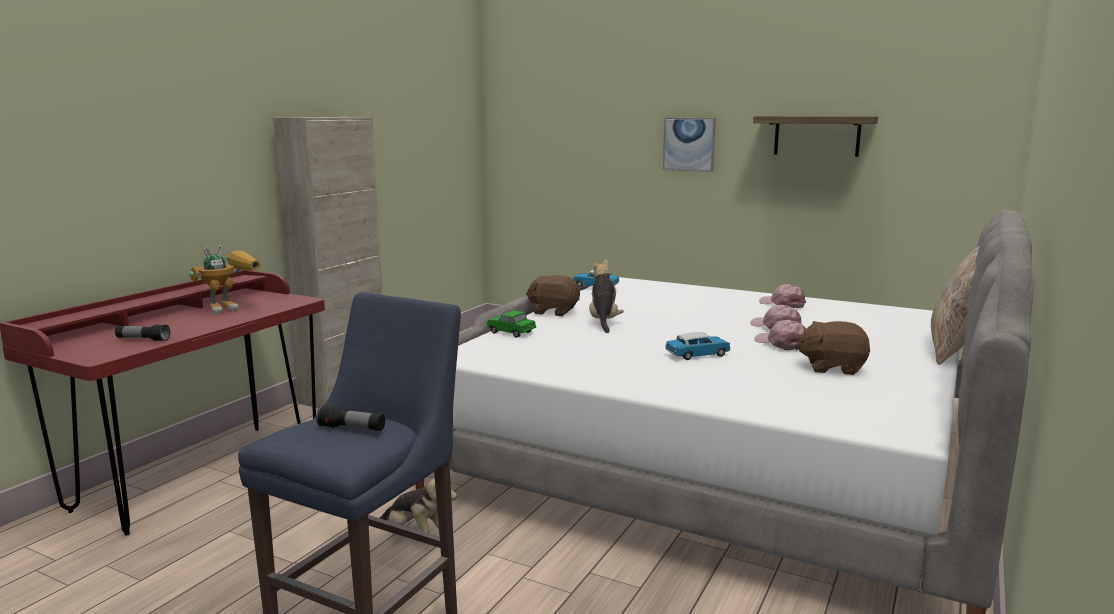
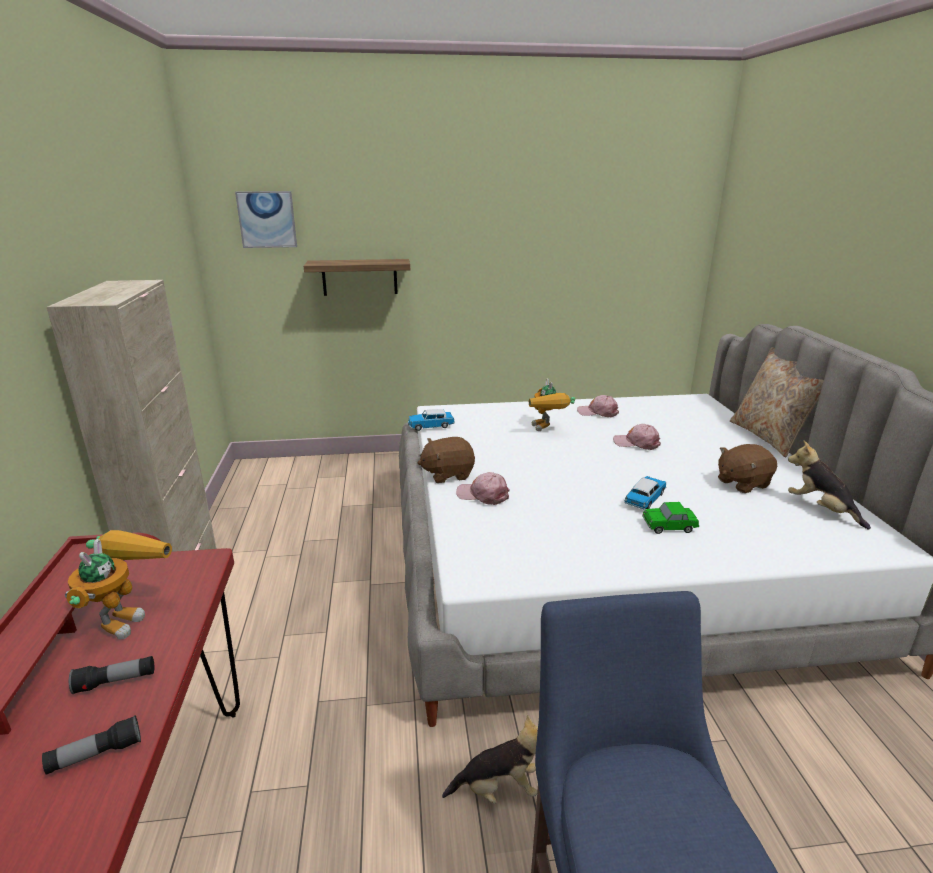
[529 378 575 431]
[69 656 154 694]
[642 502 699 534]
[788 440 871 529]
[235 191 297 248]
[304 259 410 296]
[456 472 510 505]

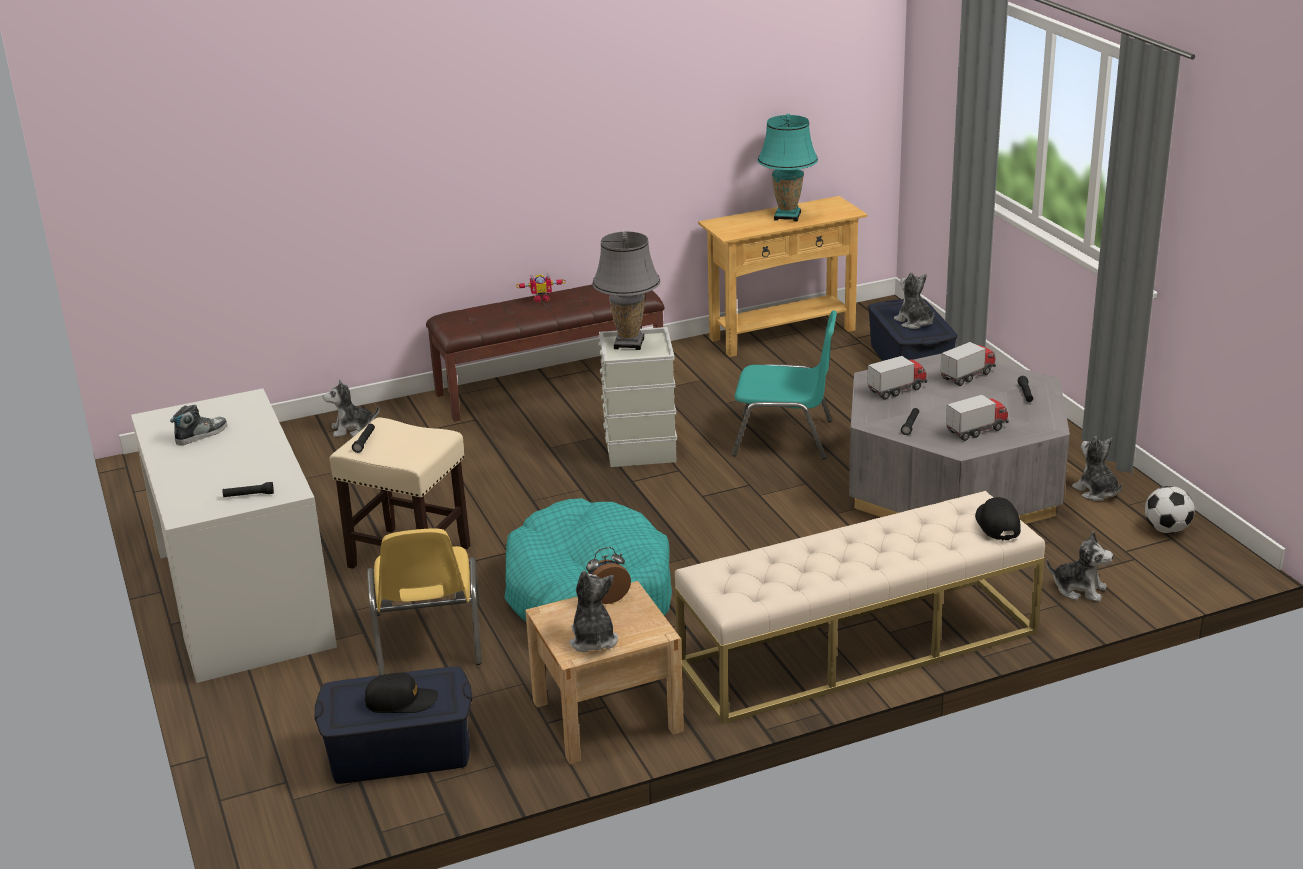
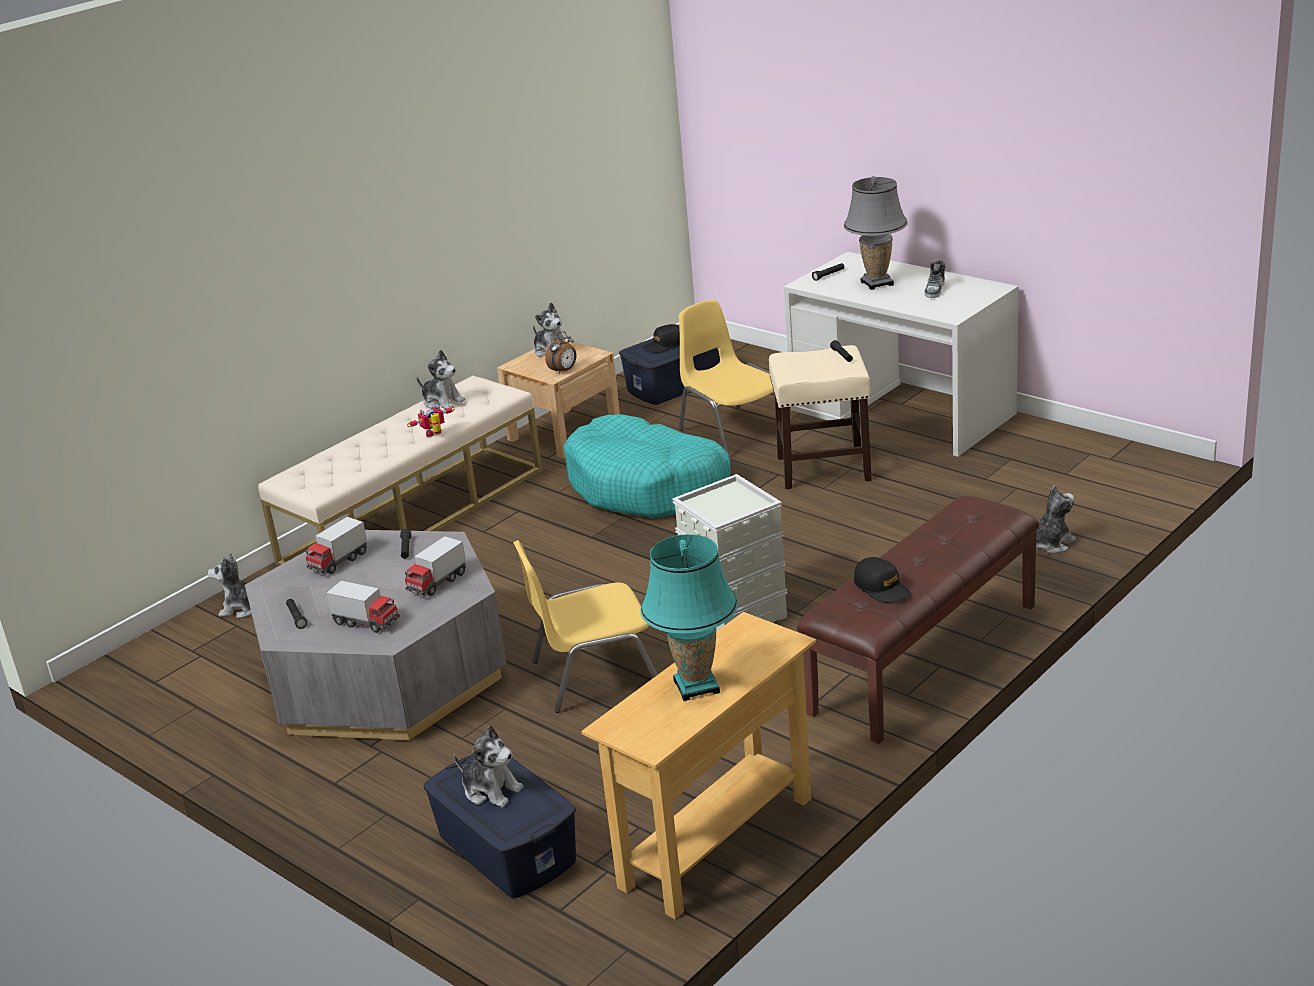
[1145 486 1194 534] (first image)
[407 404 455 437]
[844 176 908 290]
[854 557 911 603]
[417 350 465 409]
[513 540 658 713]
[326 581 400 633]

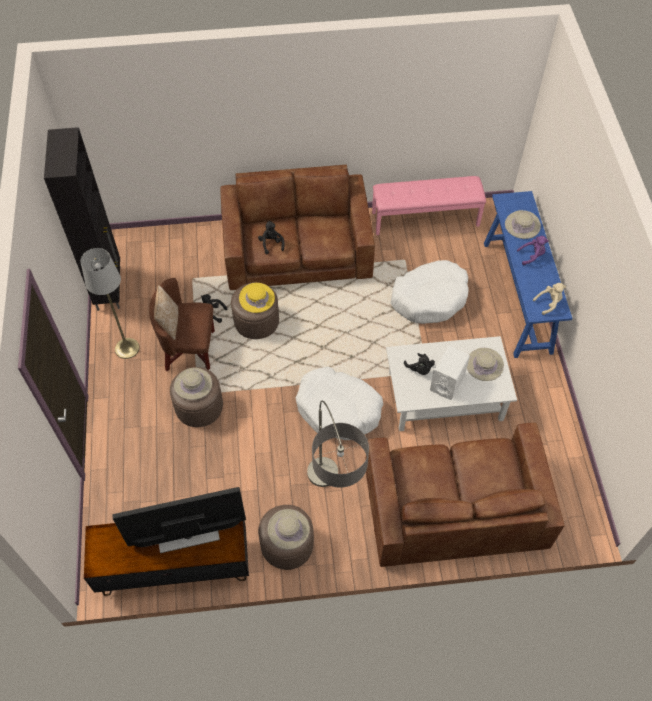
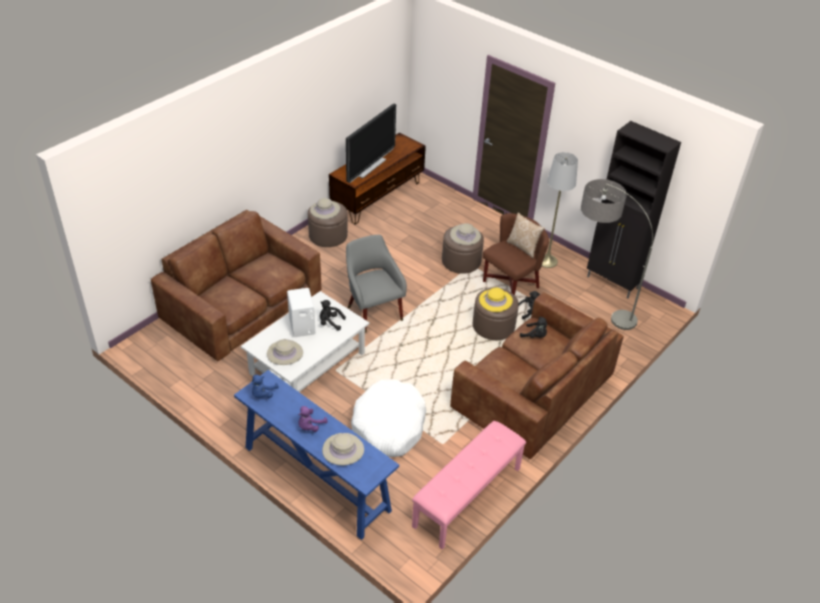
[581 179 653 330]
[346 235 407 333]
[252 375 279 398]

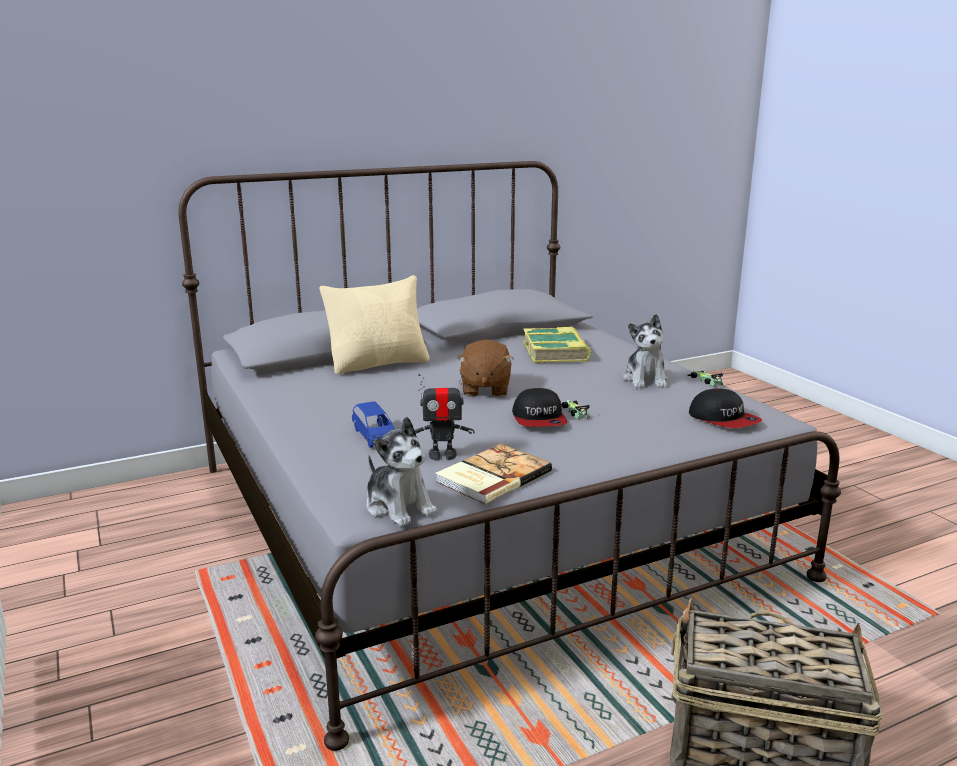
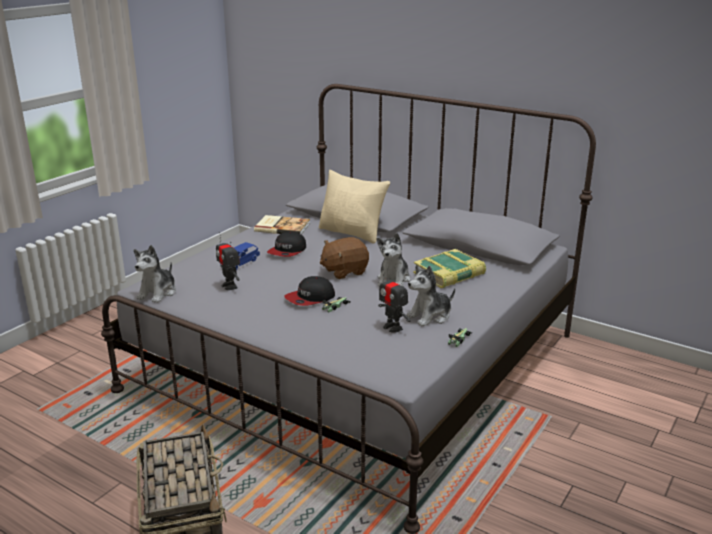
[376 233 411 286]
[378 269 411 333]
[254 215 310 235]
[267 232 306 257]

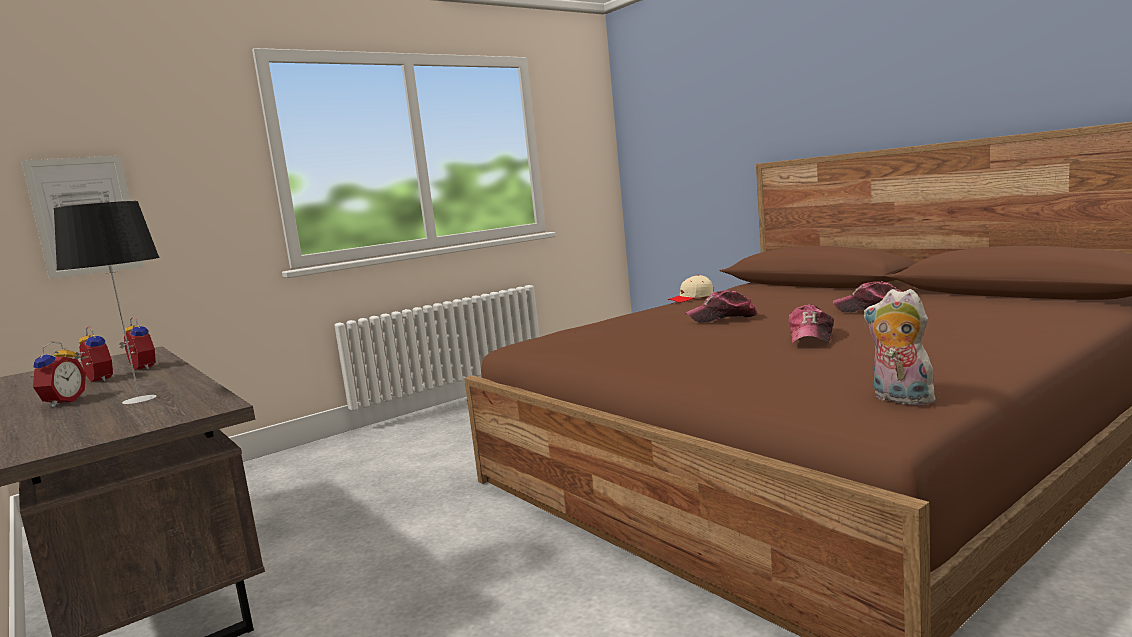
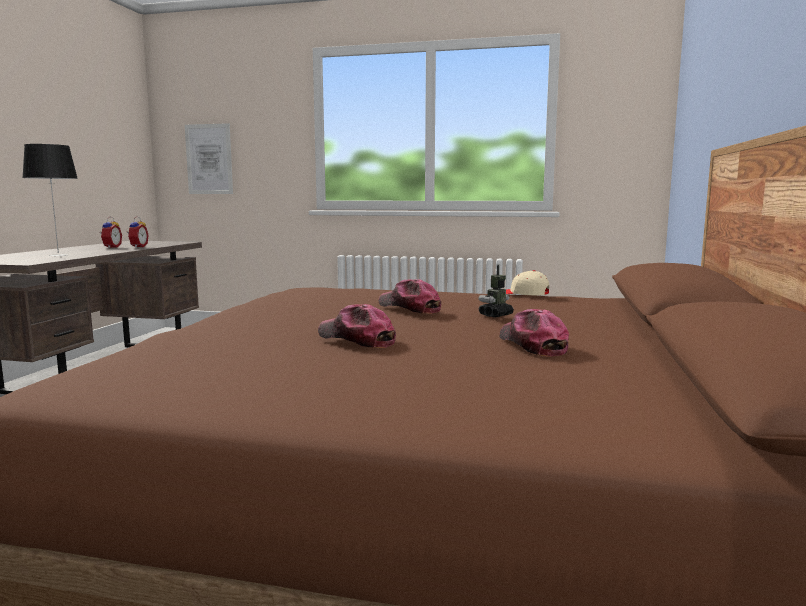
[31 341 86 407] (first image)
[864 289 938 405] (first image)
[479 264 514 318]
[318 304 396 348]

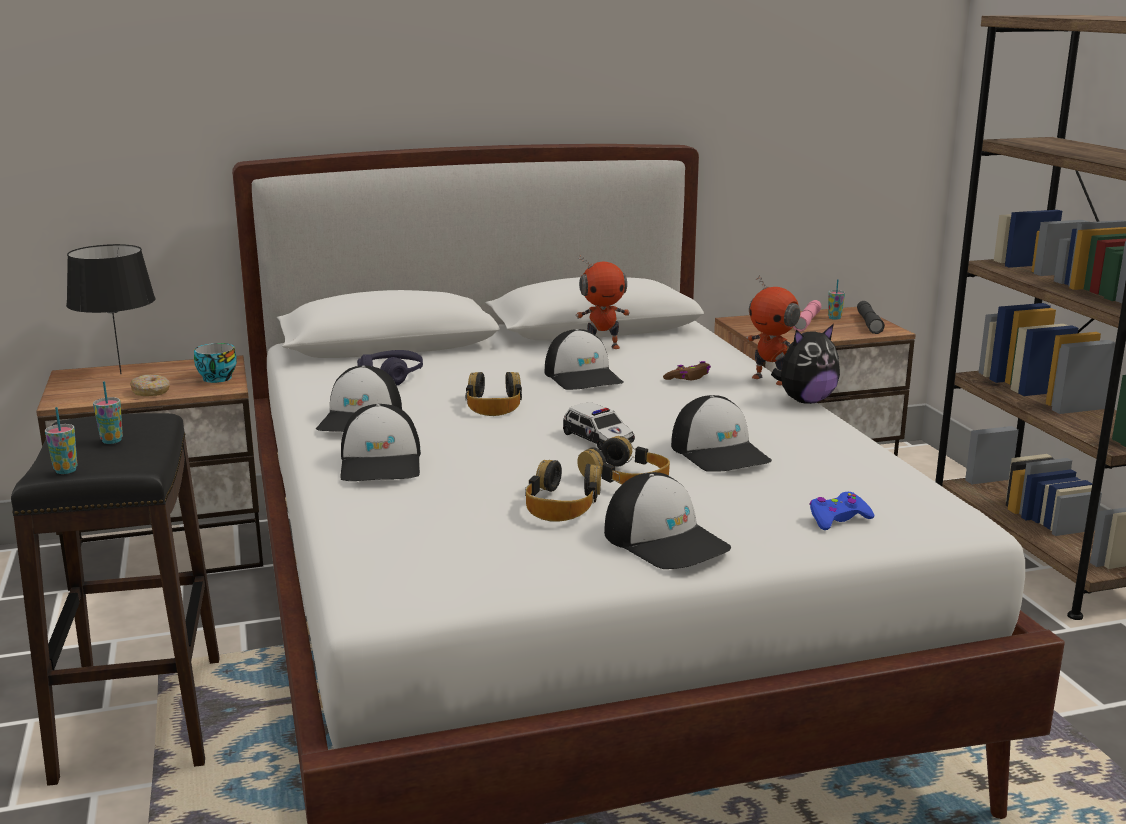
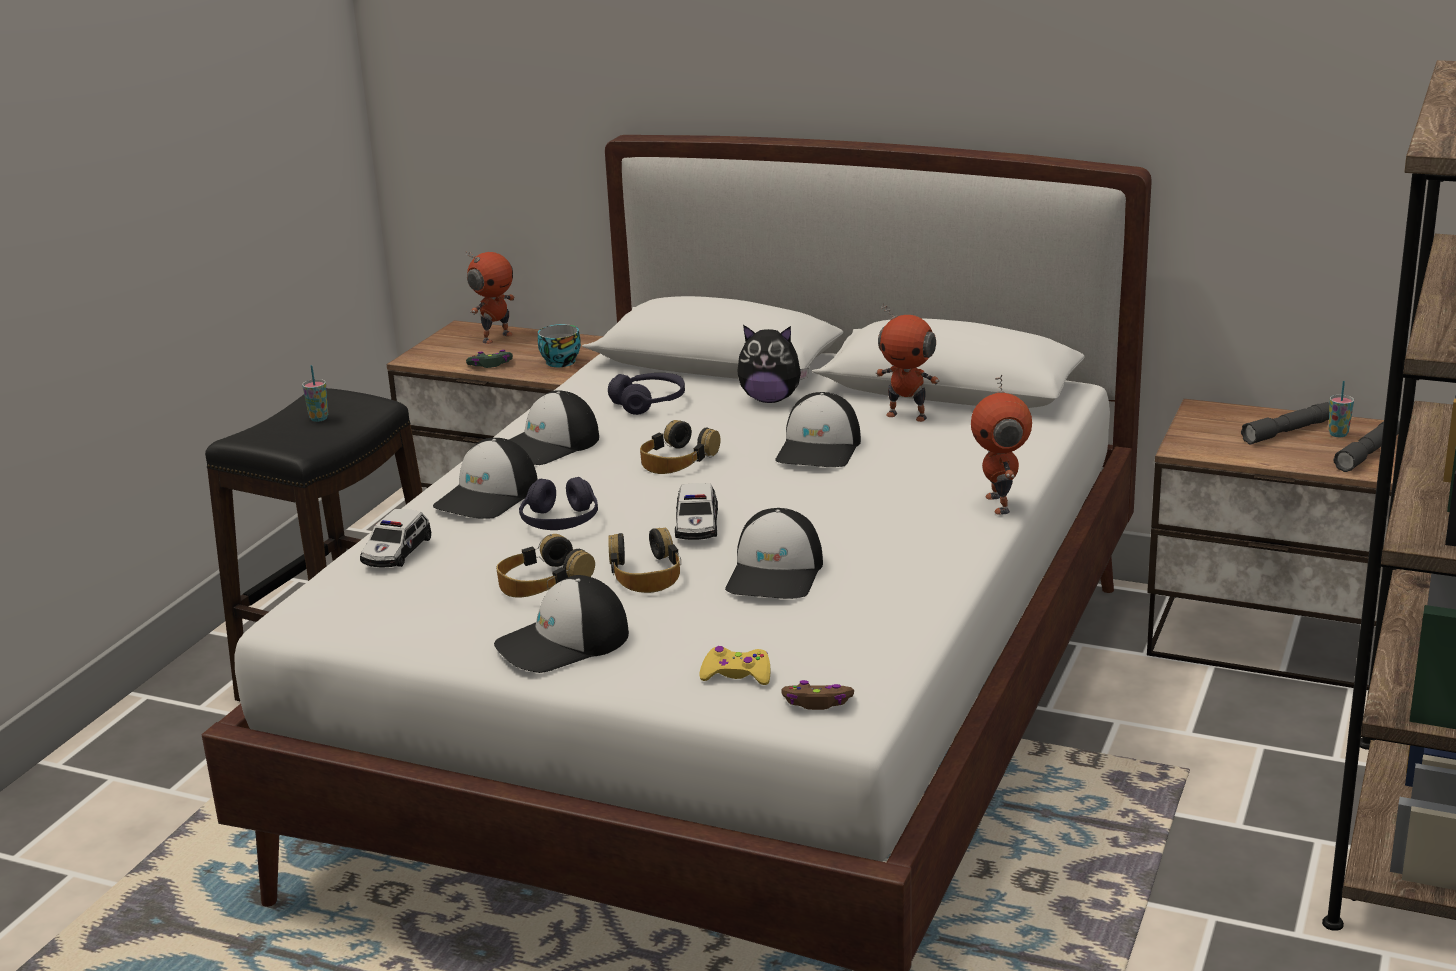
[45 407 78 474] (first image)
[360 509 432 567]
[519 477 598 530]
[782 680 854 710]
[737 325 809 403]
[465 251 515 344]
[466 350 513 368]
[1241 402 1329 444]
[699 646 770 685]
[494 575 629 673]

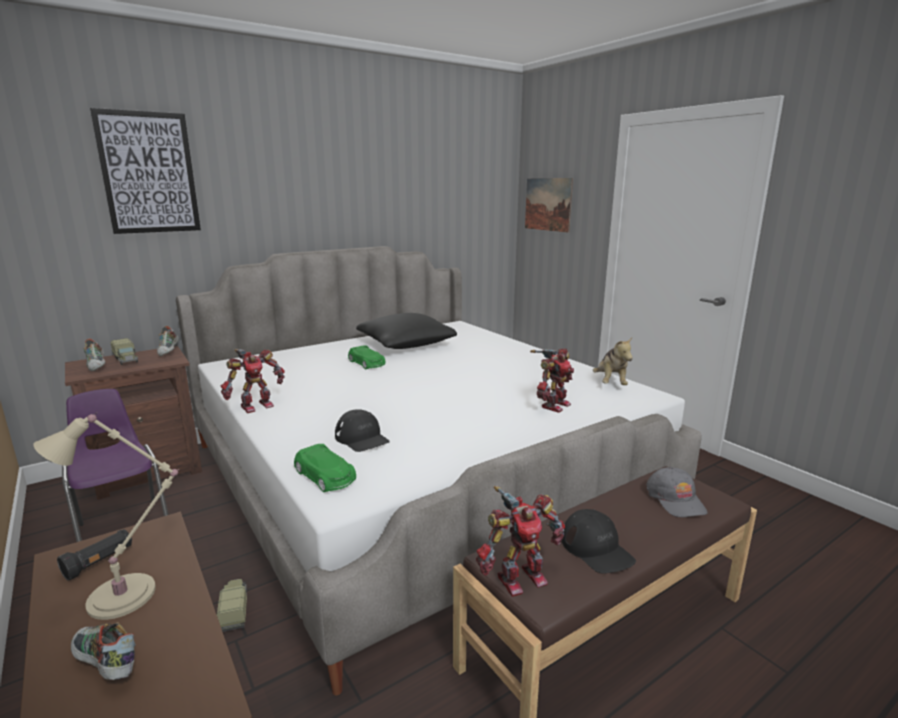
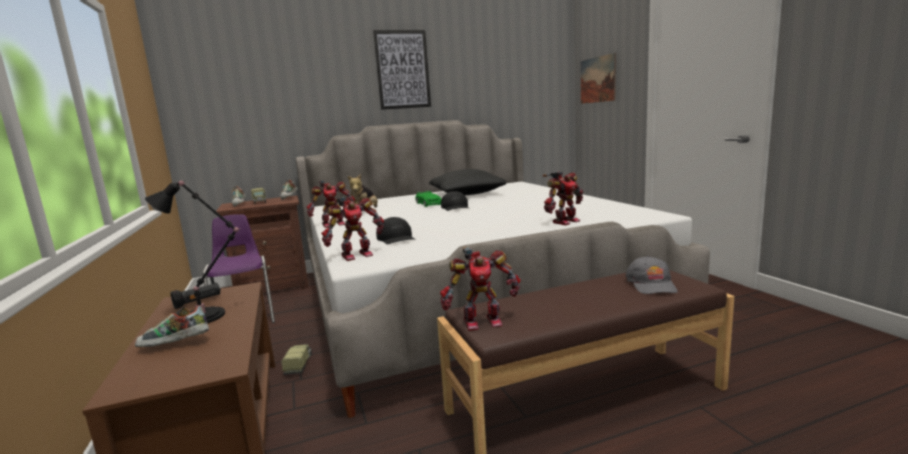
[373 30 431 110]
[441 191 469 211]
[348 174 378 207]
[321 197 384 261]
[145 180 241 323]
[135 305 209 347]

